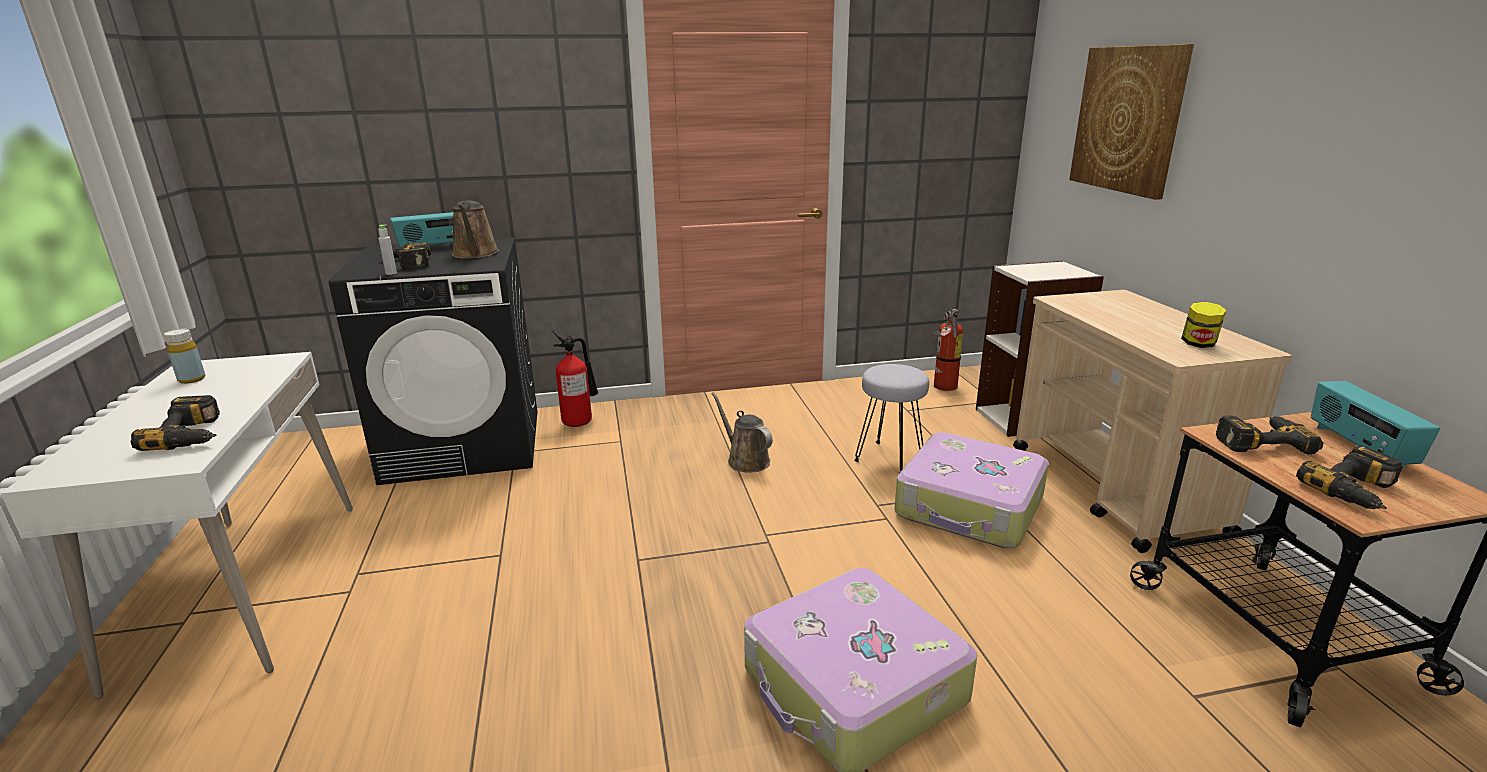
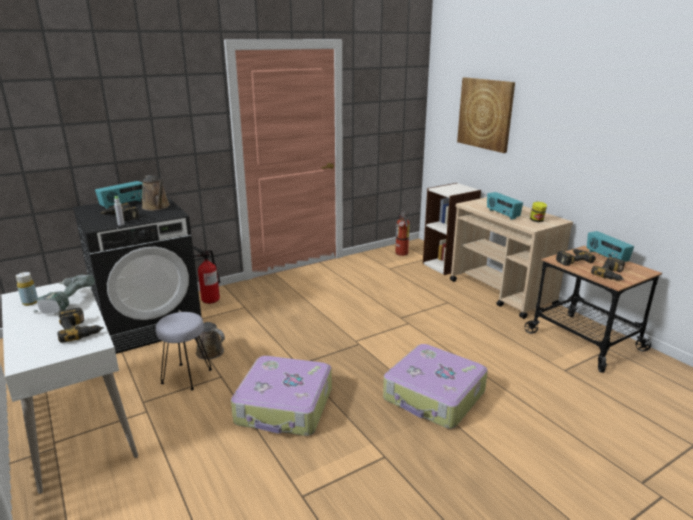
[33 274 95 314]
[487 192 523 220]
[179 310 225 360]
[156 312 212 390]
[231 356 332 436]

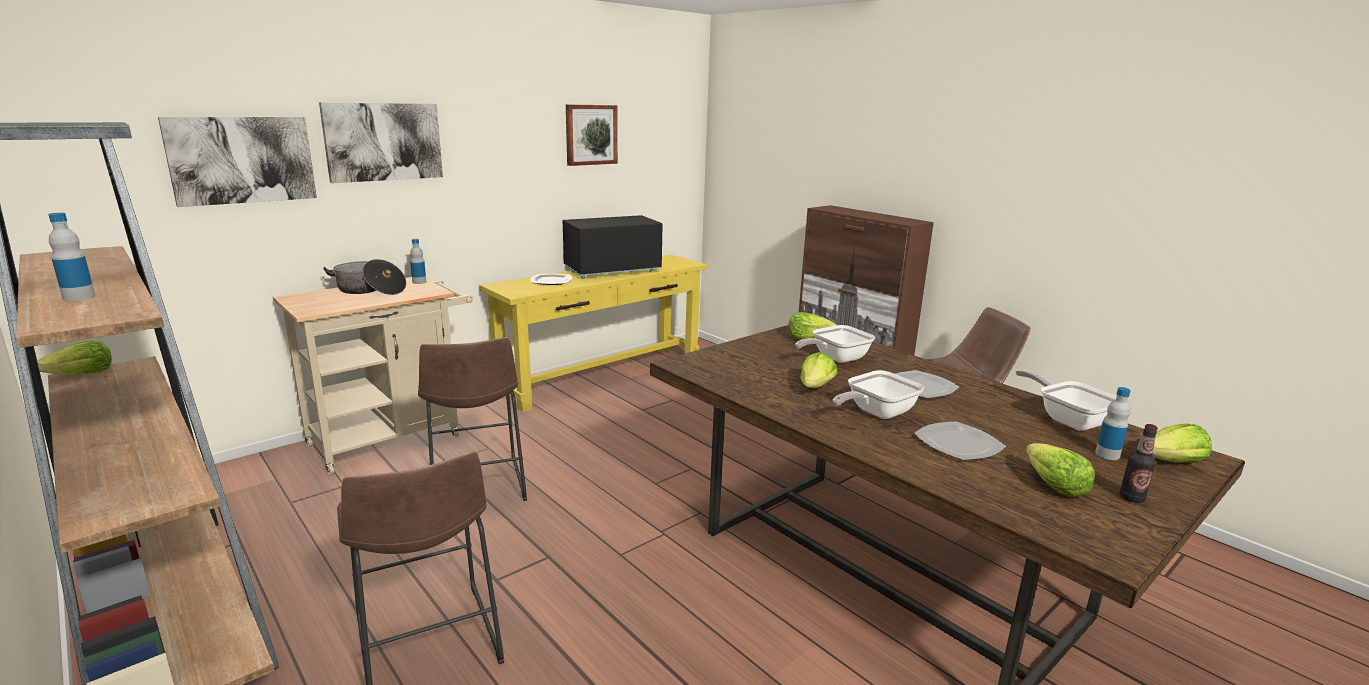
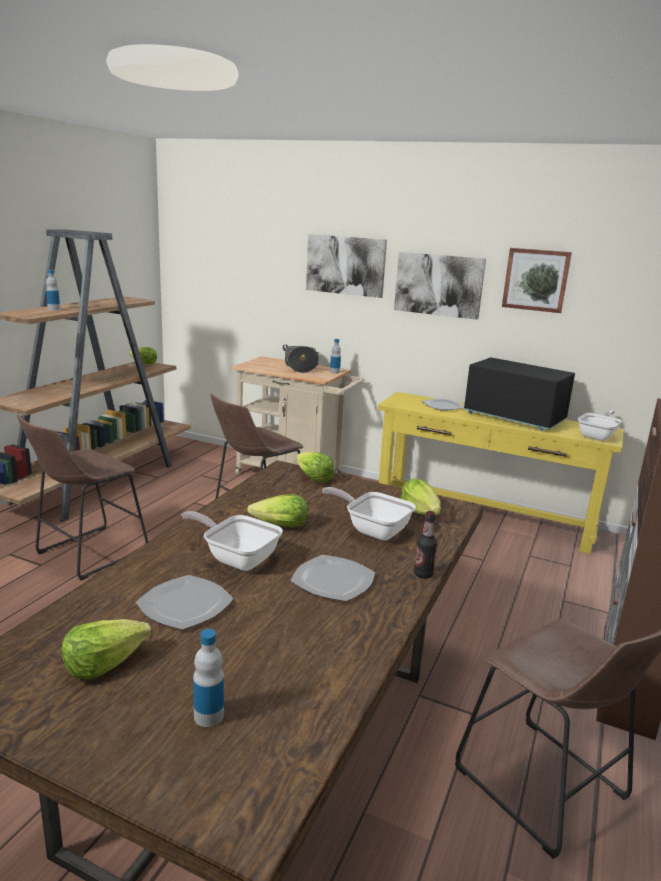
[394 252 486 320]
[578 410 622 441]
[414 511 437 579]
[297 452 334 482]

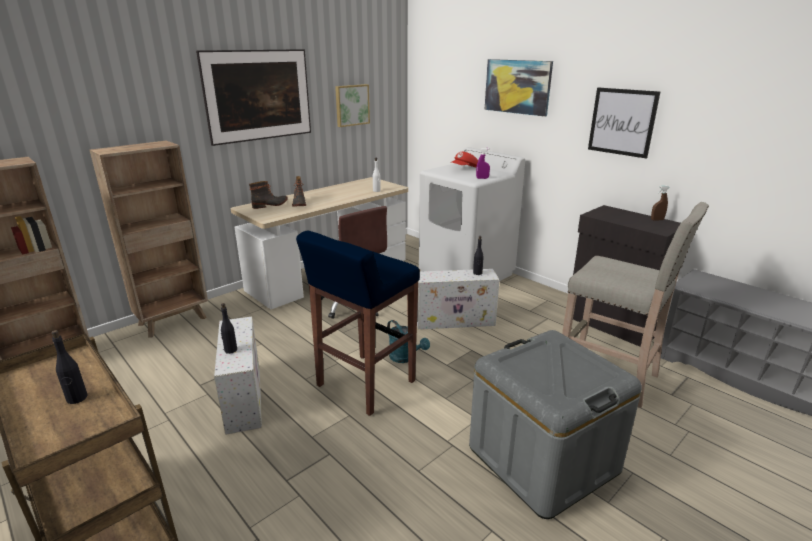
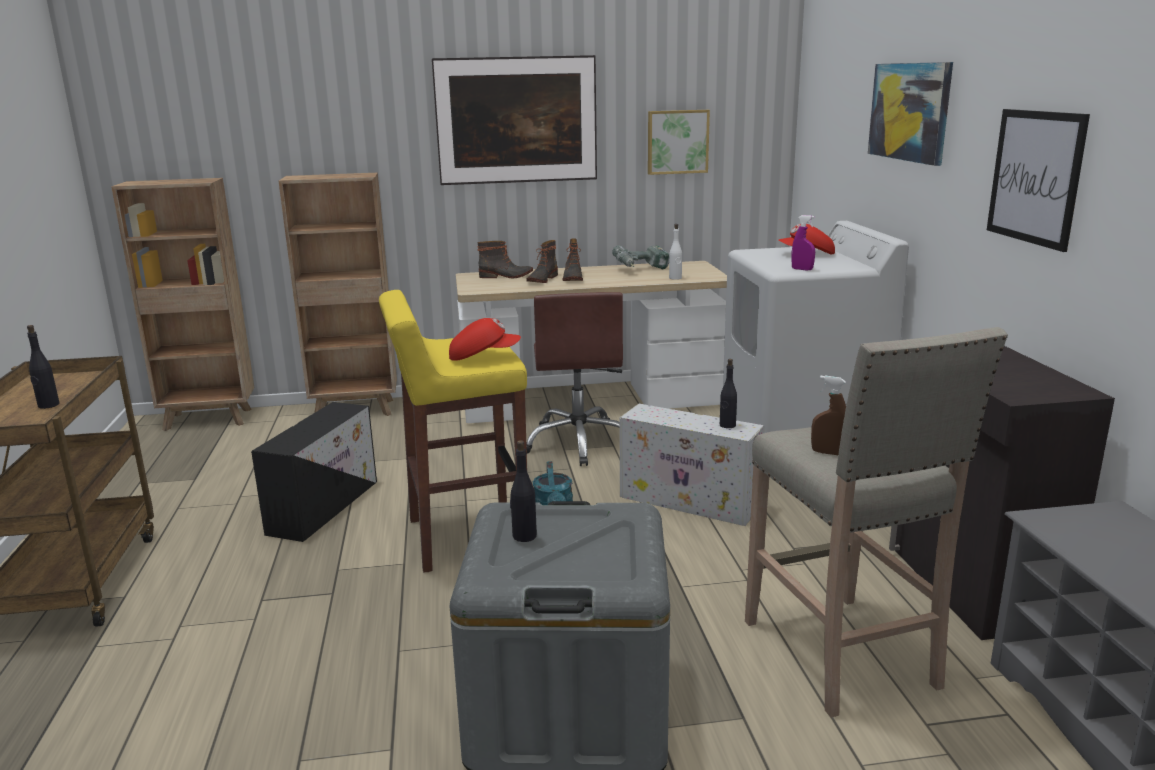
[449 318 521 361]
[562 238 583 281]
[612 245 669 269]
[510 440 537 542]
[811 375 846 455]
[251 402 377 542]
[379 290 527 572]

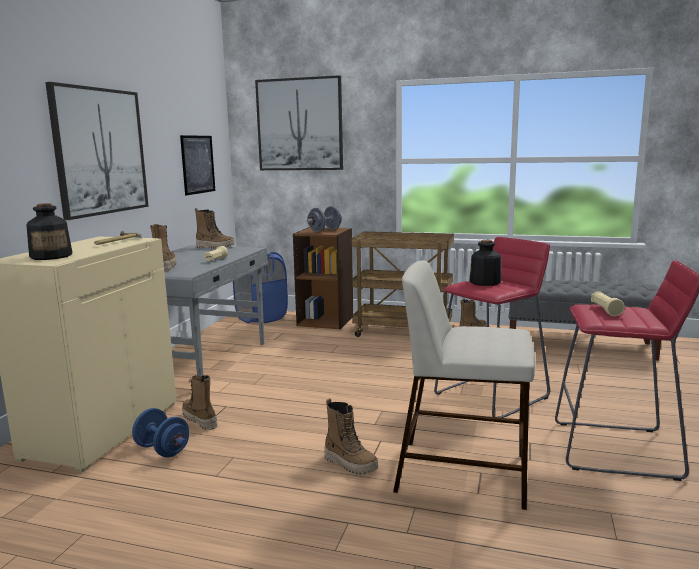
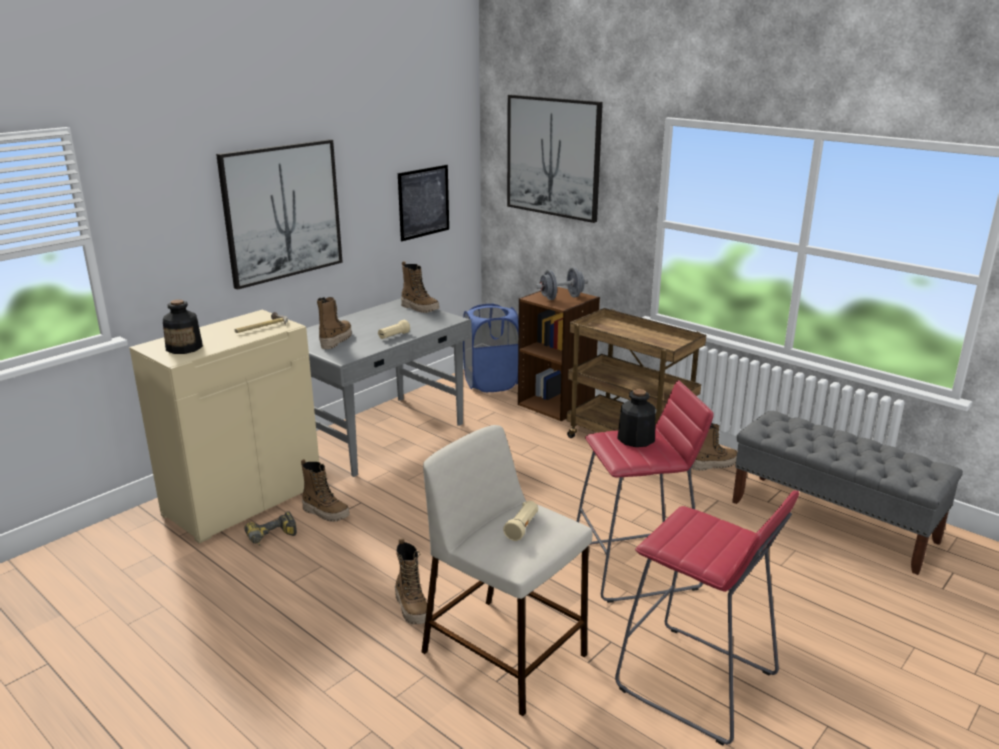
[503 501 538 541]
[244 511 297 546]
[301 459 350 522]

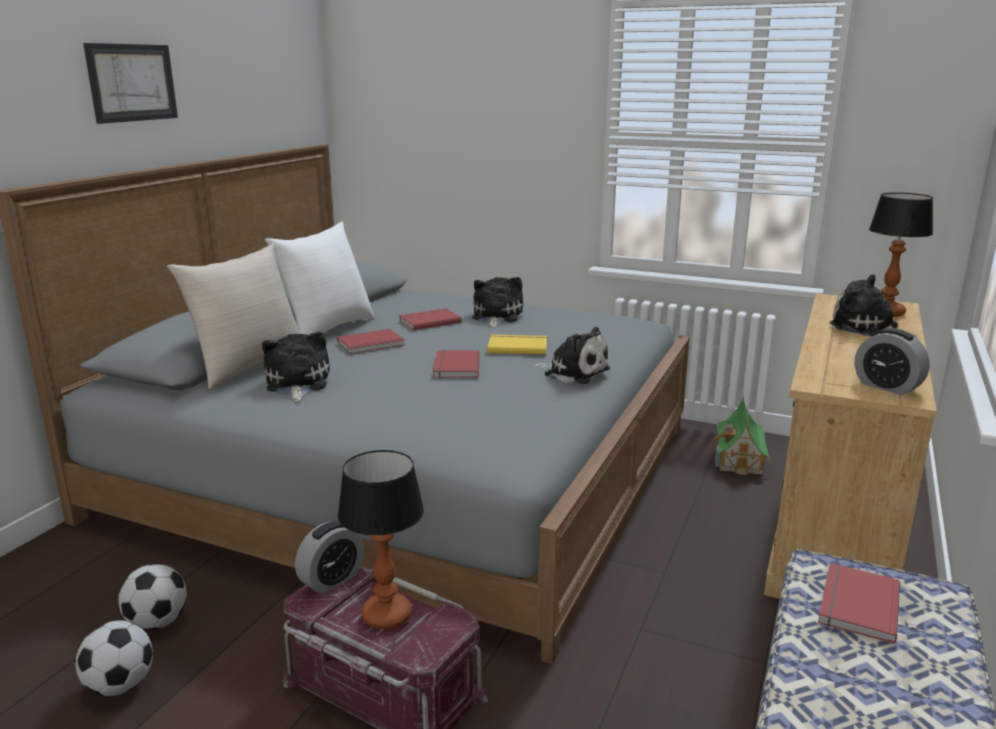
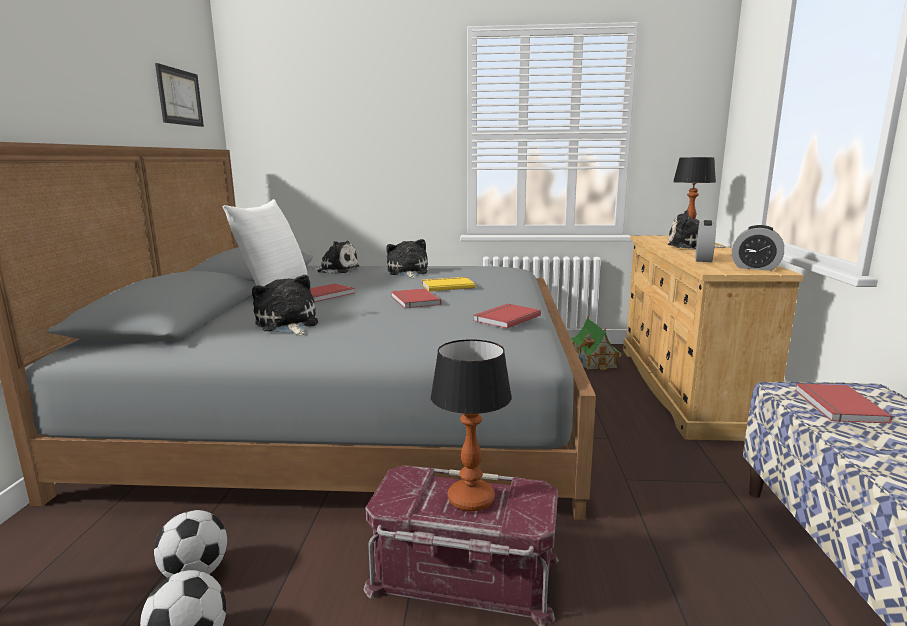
[167 244 300 389] (first image)
[155 63 204 127]
[695 220 716 262]
[473 304 541 329]
[308 241 359 274]

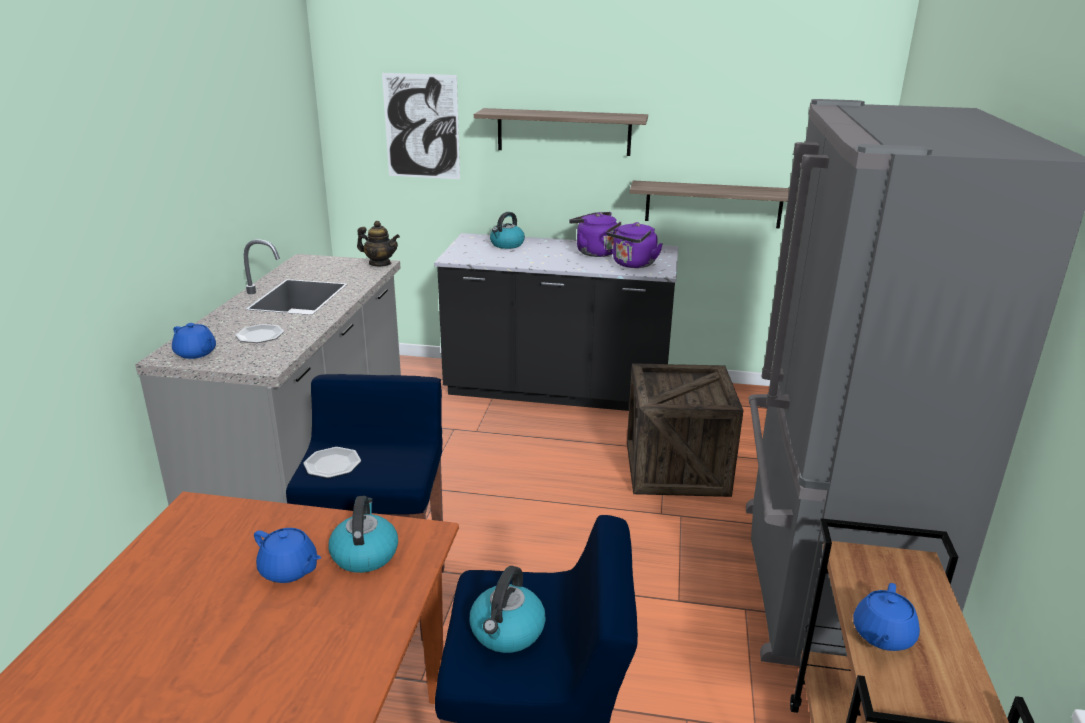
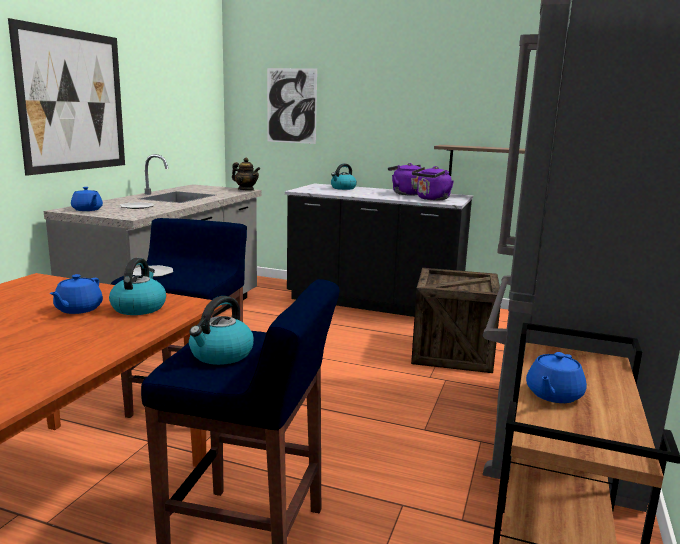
[474 108 648 156] (first image)
[8 18 125 176]
[50 274 103 314]

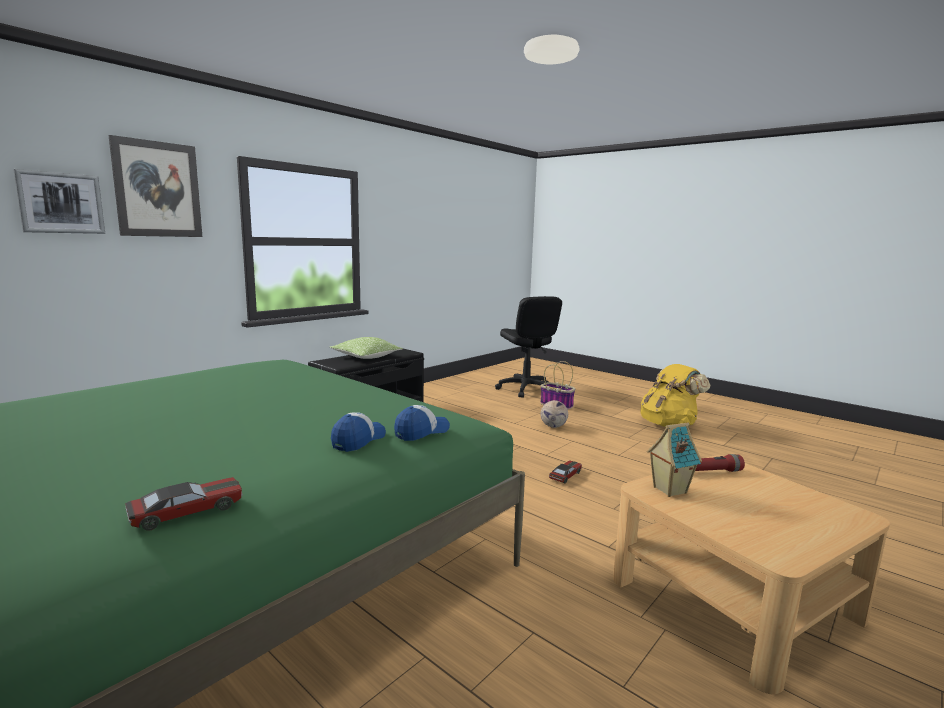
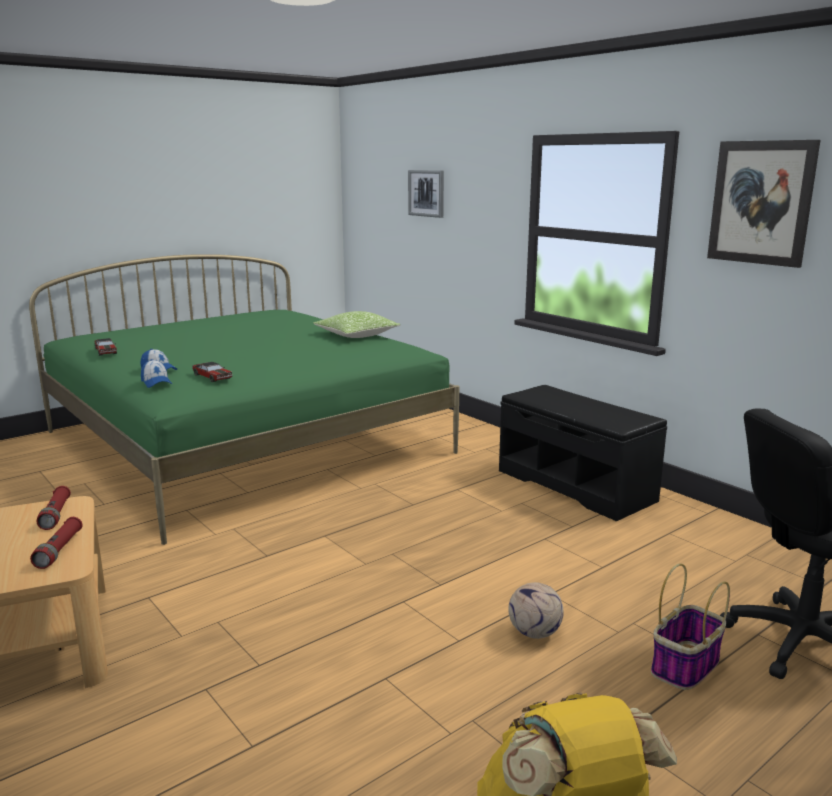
[707 140 820 268]
[313 311 401 338]
[192 362 232 382]
[37 486 71 530]

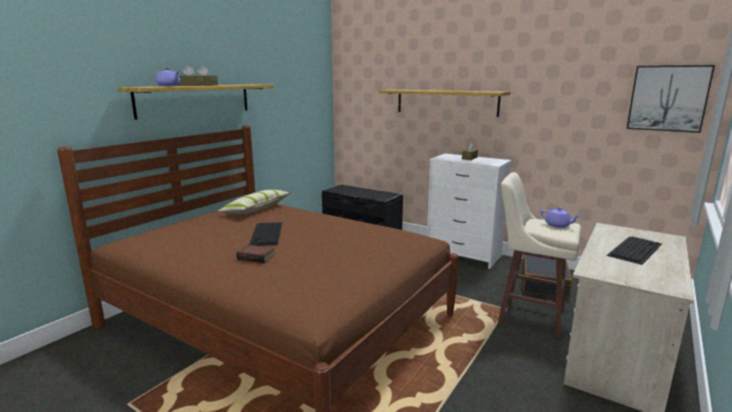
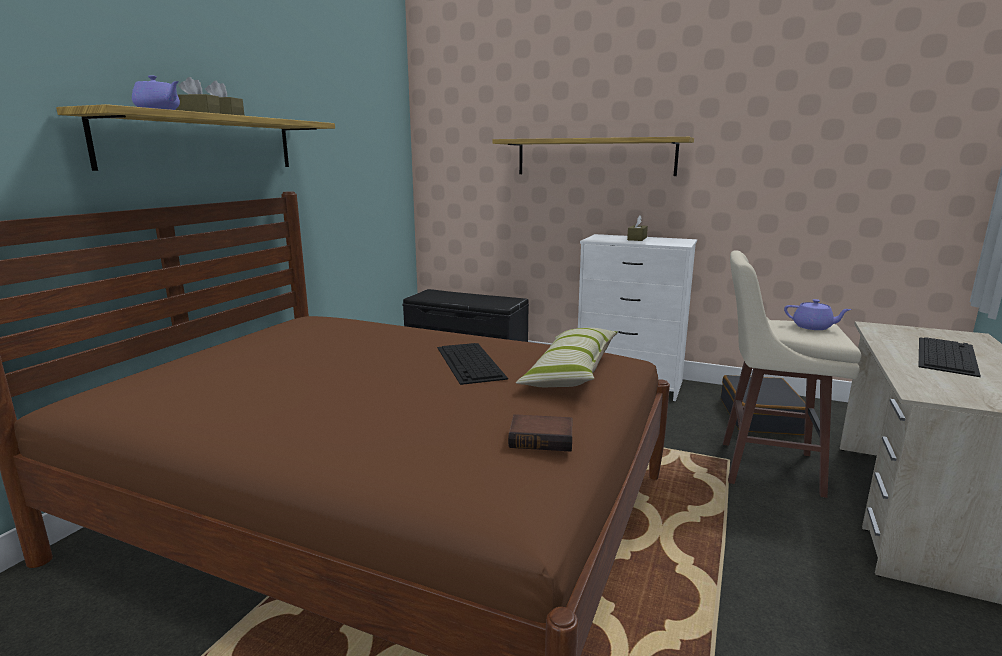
[626 65 715 133] (first image)
[516 328 618 387]
[508 414 572 452]
[437 343 508 385]

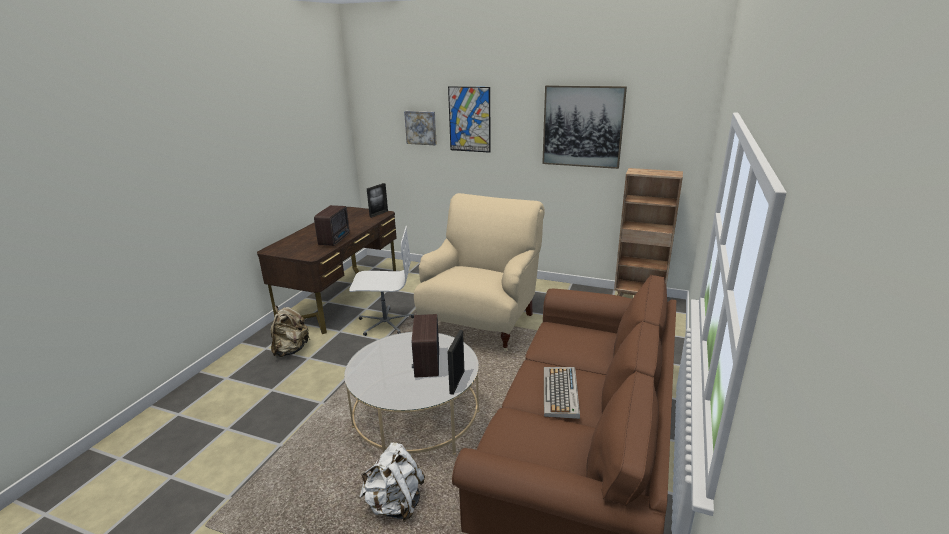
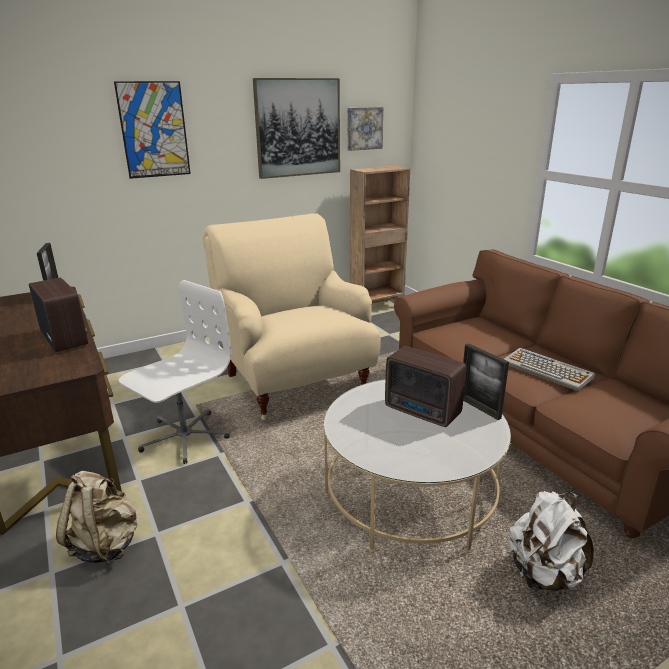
[347 107 383 151]

